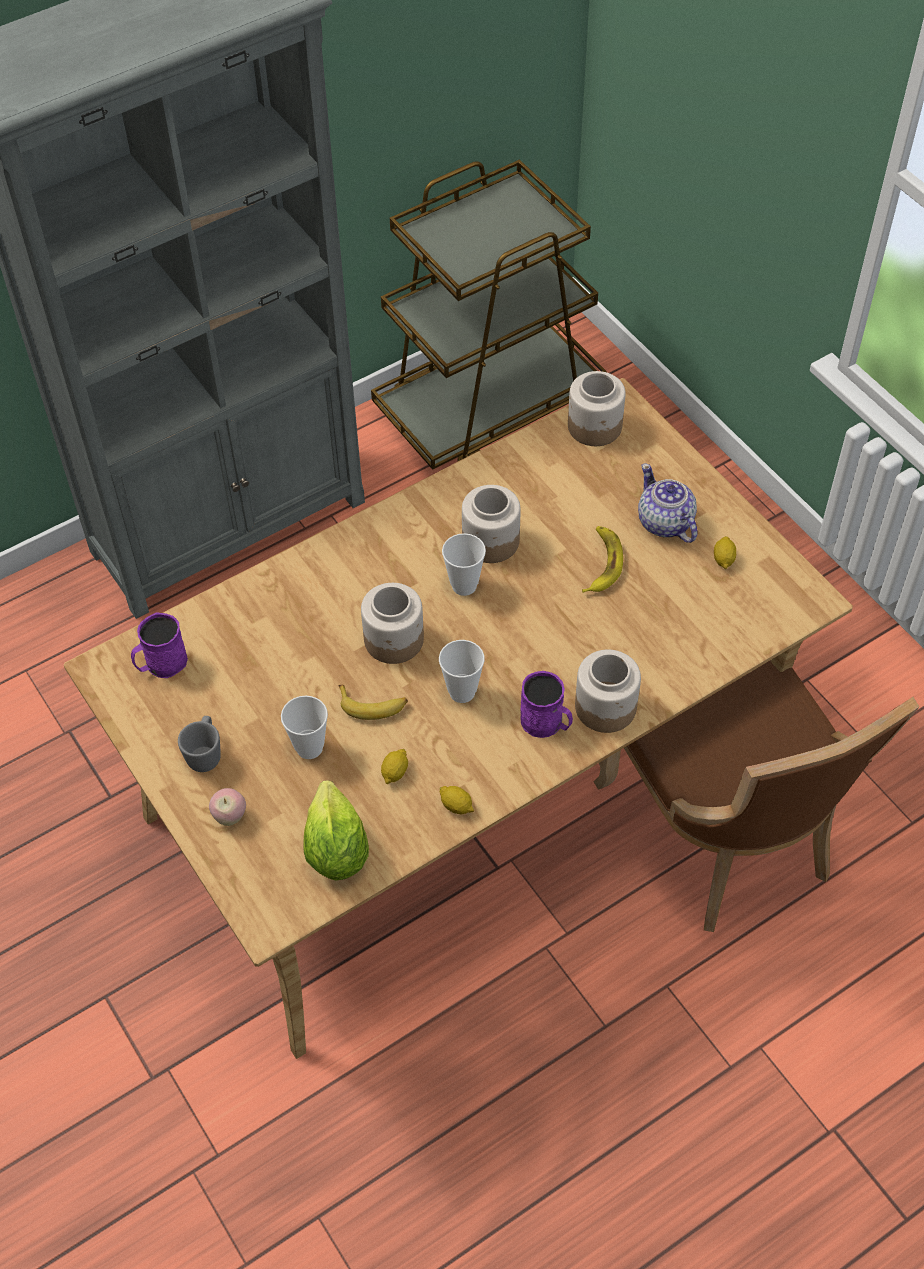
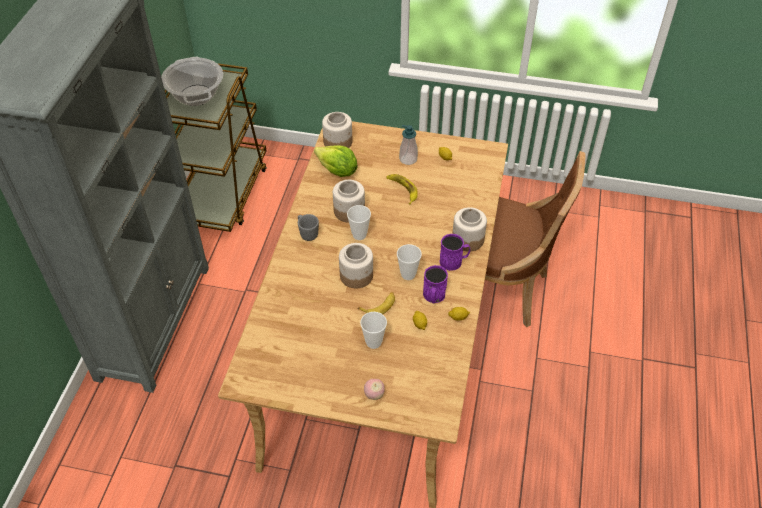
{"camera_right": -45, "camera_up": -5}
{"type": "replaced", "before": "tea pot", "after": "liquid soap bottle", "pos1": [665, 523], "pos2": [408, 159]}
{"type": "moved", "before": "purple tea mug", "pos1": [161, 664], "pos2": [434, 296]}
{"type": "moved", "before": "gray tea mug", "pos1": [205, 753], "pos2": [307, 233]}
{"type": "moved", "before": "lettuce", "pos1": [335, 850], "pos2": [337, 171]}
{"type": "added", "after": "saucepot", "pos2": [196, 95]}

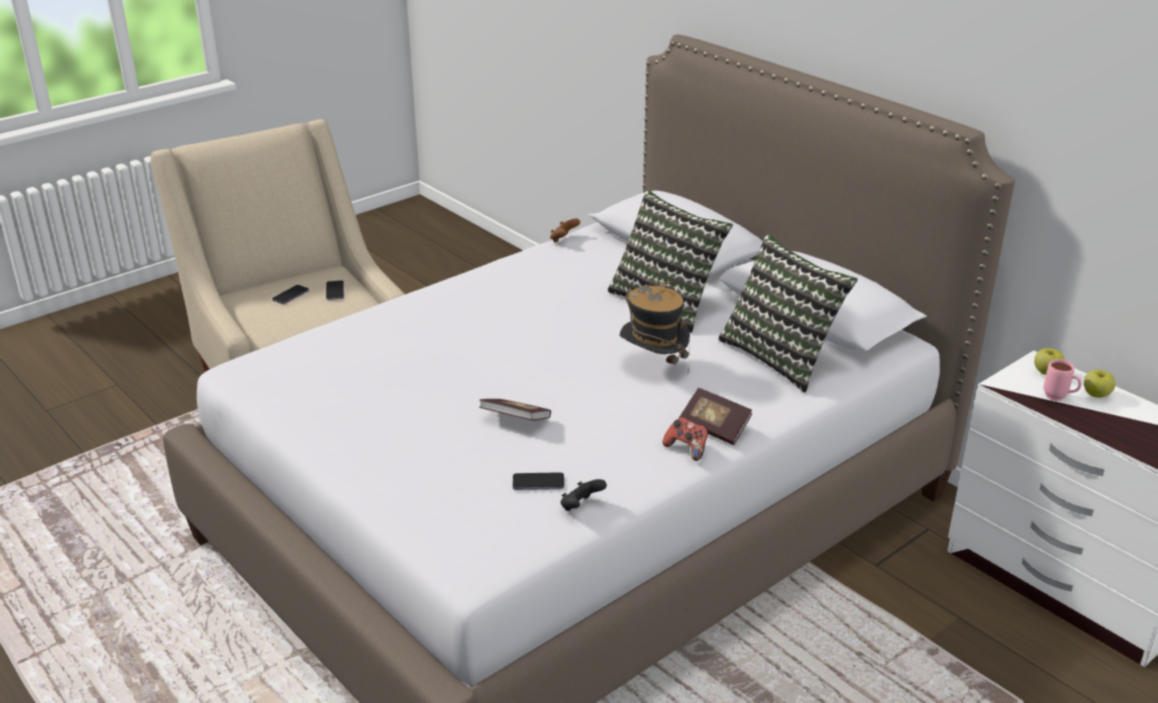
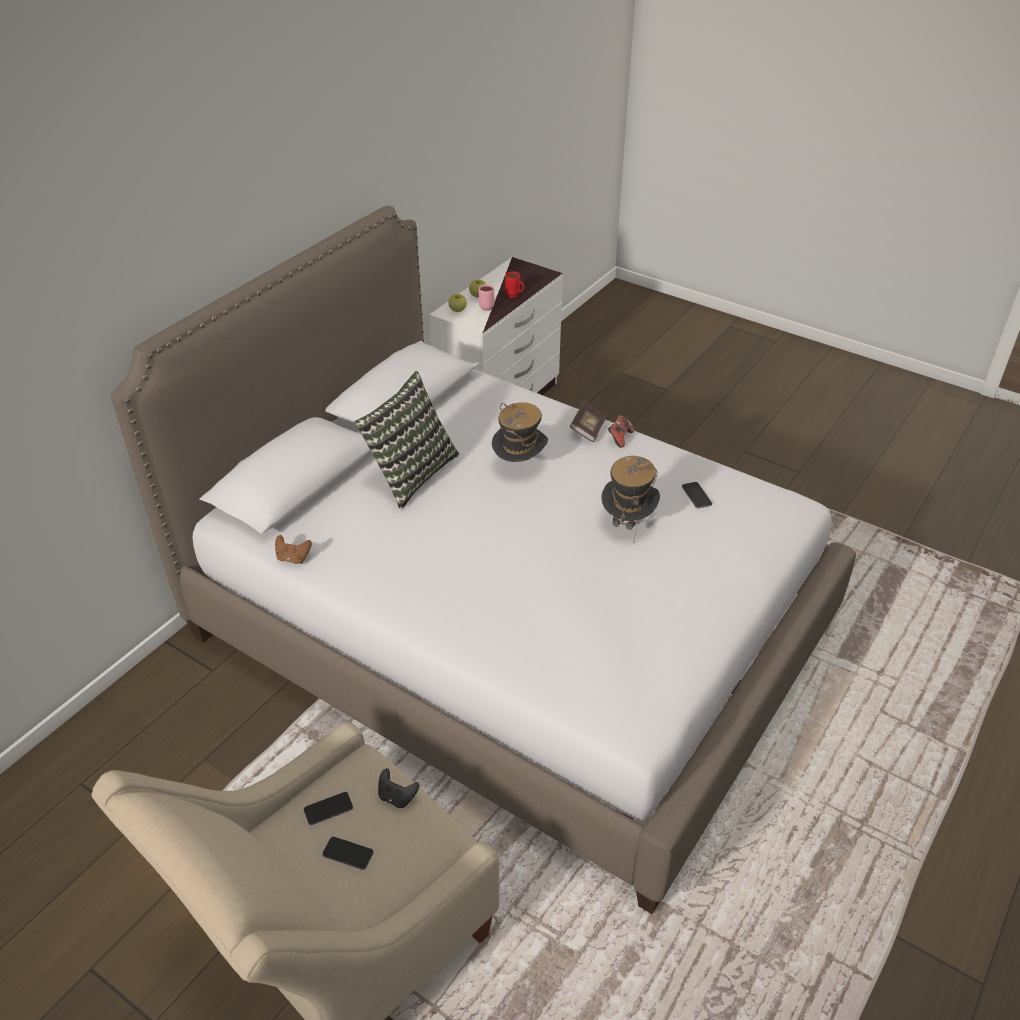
{"camera_right": -105, "camera_up": 10}
{"type": "removed", "before": "throw pillow", "pos1": [781, 356]}
{"type": "replaced", "before": "volume", "after": "clothing hat", "pos1": [515, 420], "pos2": [627, 523]}
{"type": "moved", "before": "black-coloured game controller", "pos1": [581, 507], "pos2": [397, 797]}
{"type": "added", "after": "reddish tea mug", "pos2": [515, 296]}

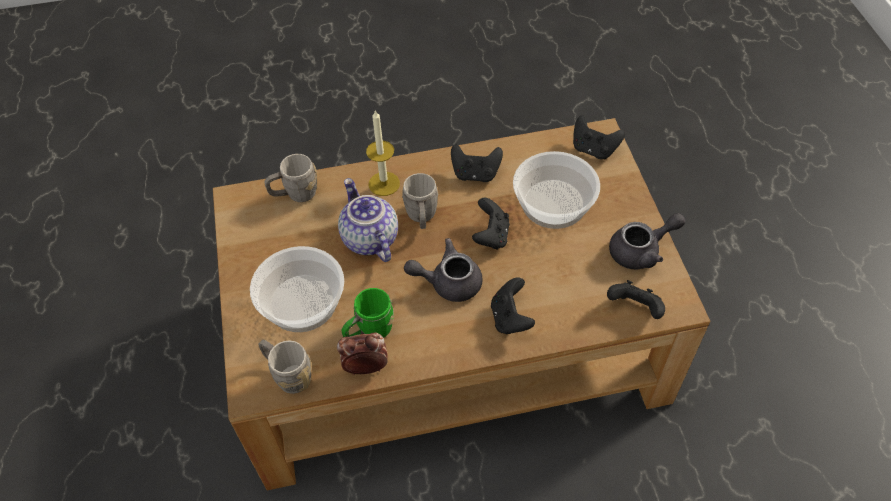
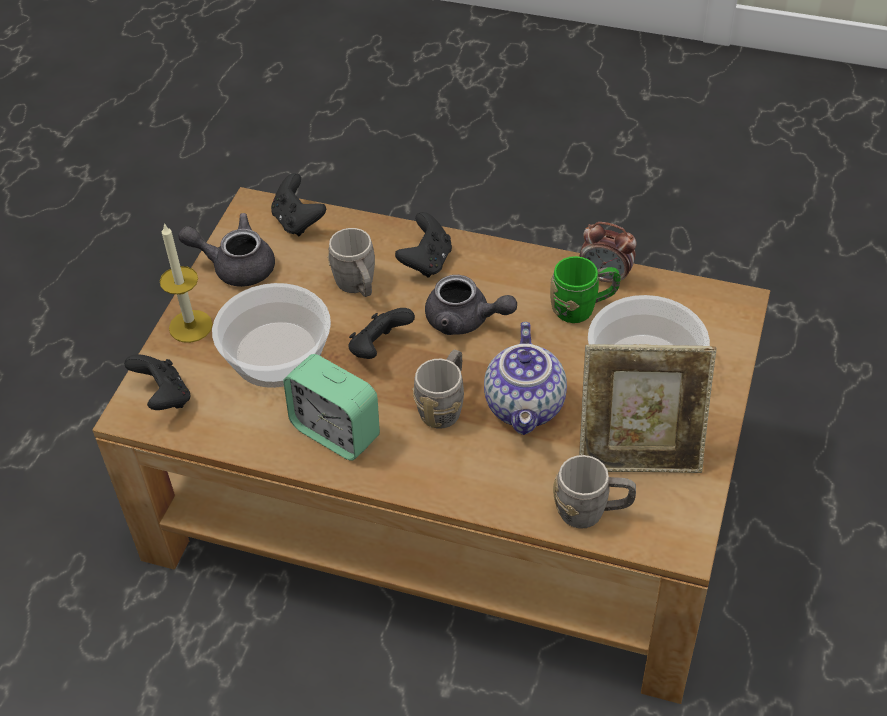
{"camera_right": -150, "camera_up": -5}
{"type": "moved", "before": "wax light", "pos1": [384, 184], "pos2": [190, 326]}
{"type": "replaced", "before": "black-coloured game controller", "after": "alarm clock", "pos1": [475, 174], "pos2": [336, 432]}
{"type": "moved", "before": "gray tea mug", "pos1": [288, 374], "pos2": [358, 287]}
{"type": "added", "after": "standing frame", "pos2": [639, 453]}

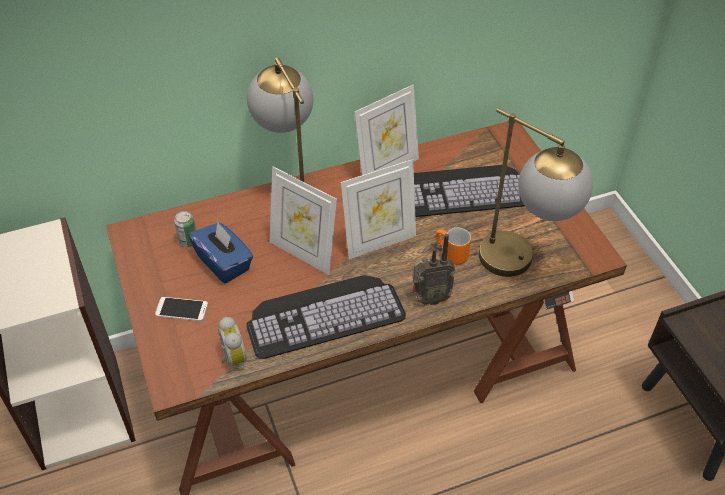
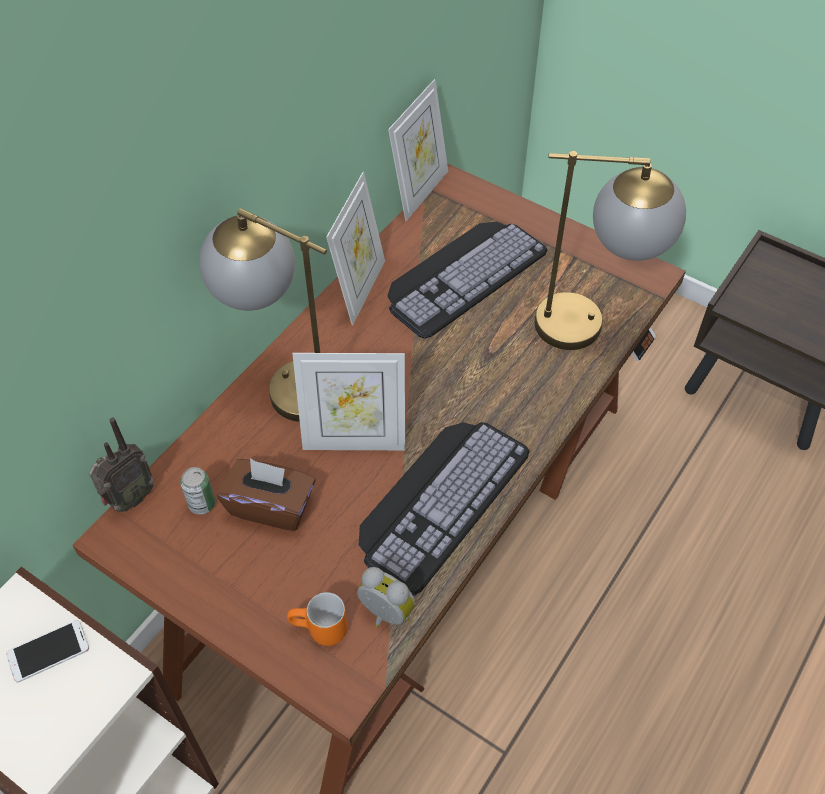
{"camera_right": -35, "camera_up": 5}
{"type": "moved", "before": "standing frame", "pos1": [379, 242], "pos2": [419, 192]}
{"type": "recoloured", "before": "blue-coloured tissue holder", "after": "brown tissue holder", "pos1": [224, 263], "pos2": [271, 506]}
{"type": "moved", "before": "orange tea mug", "pos1": [450, 255], "pos2": [319, 632]}
{"type": "moved", "before": "radio", "pos1": [429, 298], "pos2": [129, 499]}
{"type": "moved", "before": "handset", "pos1": [181, 309], "pos2": [48, 651]}

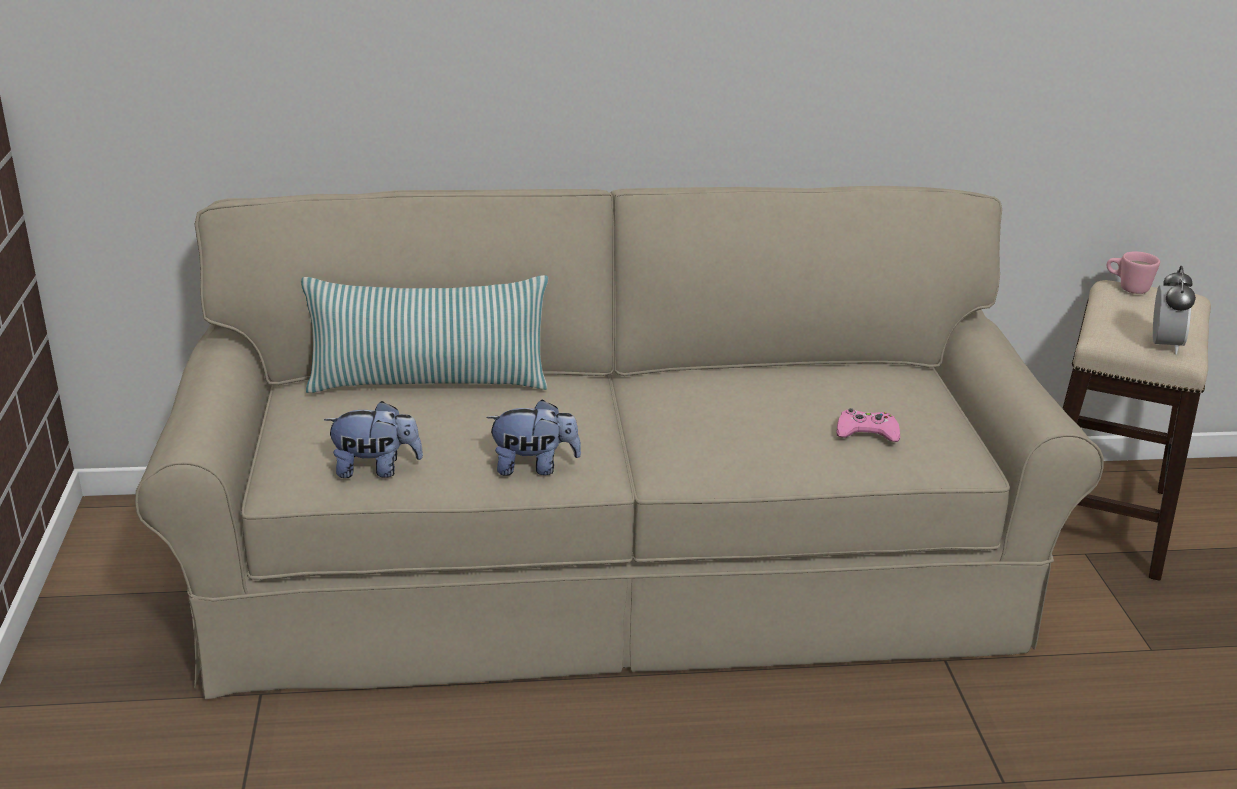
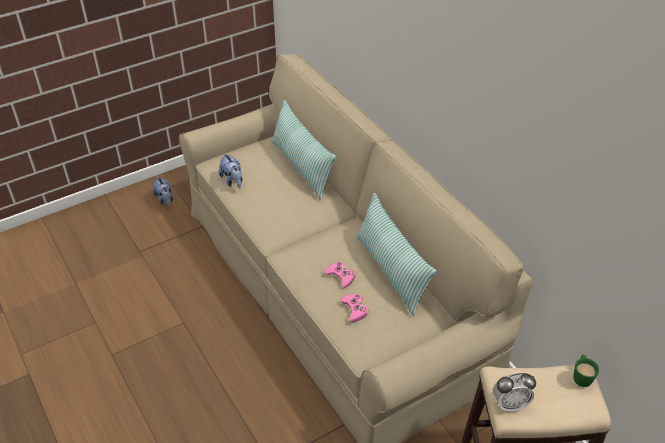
{"camera_right": 65, "camera_up": 15}
{"type": "recoloured", "before": "pinkish tea mug", "after": "green-coloured tea mug", "pos1": [1127, 288], "pos2": [581, 376]}
{"type": "moved", "before": "plush toy", "pos1": [534, 467], "pos2": [165, 200]}
{"type": "added", "after": "throw pillow", "pos2": [391, 271]}
{"type": "added", "after": "pinkish game controller", "pos2": [341, 276]}

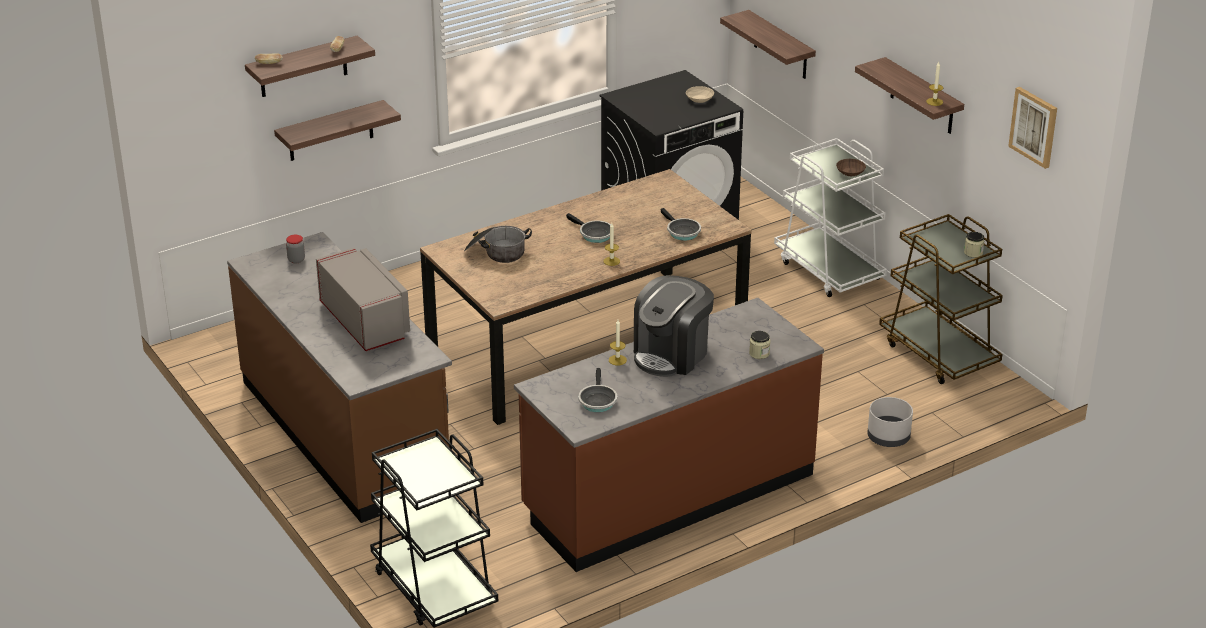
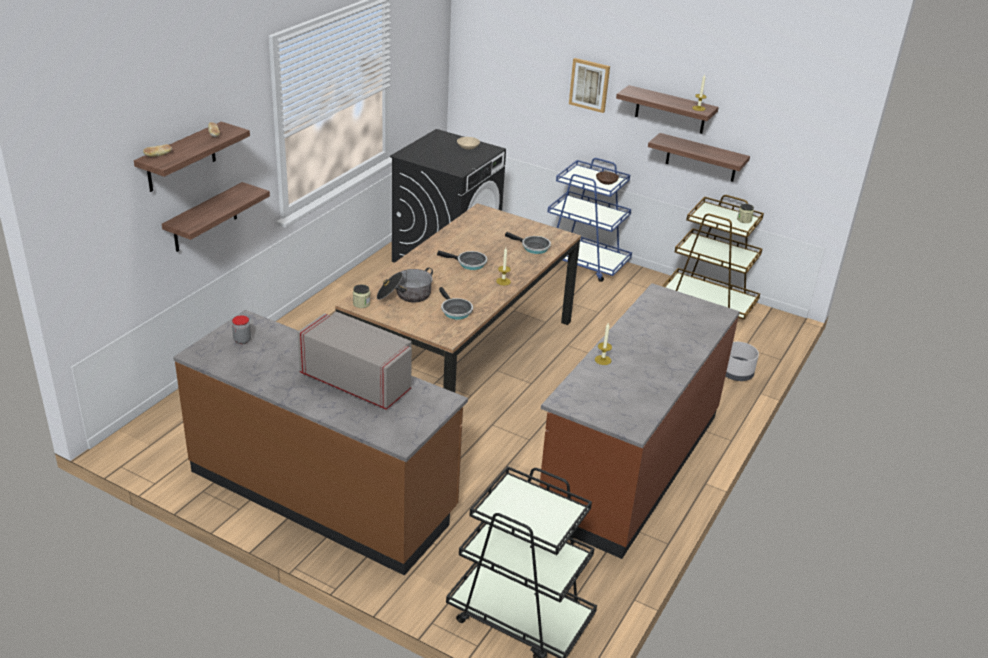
{"camera_right": -30, "camera_up": 0}
{"type": "moved", "before": "shelf", "pos1": [780, 46], "pos2": [701, 158]}
{"type": "moved", "before": "picture", "pos1": [1034, 127], "pos2": [589, 85]}
{"type": "recoloured", "before": "white-coloured wheeled cart", "after": "blue-coloured wheeled cart", "pos1": [829, 270], "pos2": [583, 263]}
{"type": "removed", "before": "coffee machine", "pos1": [671, 354]}
{"type": "moved", "before": "storage jar", "pos1": [759, 353], "pos2": [361, 304]}
{"type": "moved", "before": "skillet", "pos1": [597, 400], "pos2": [455, 311]}

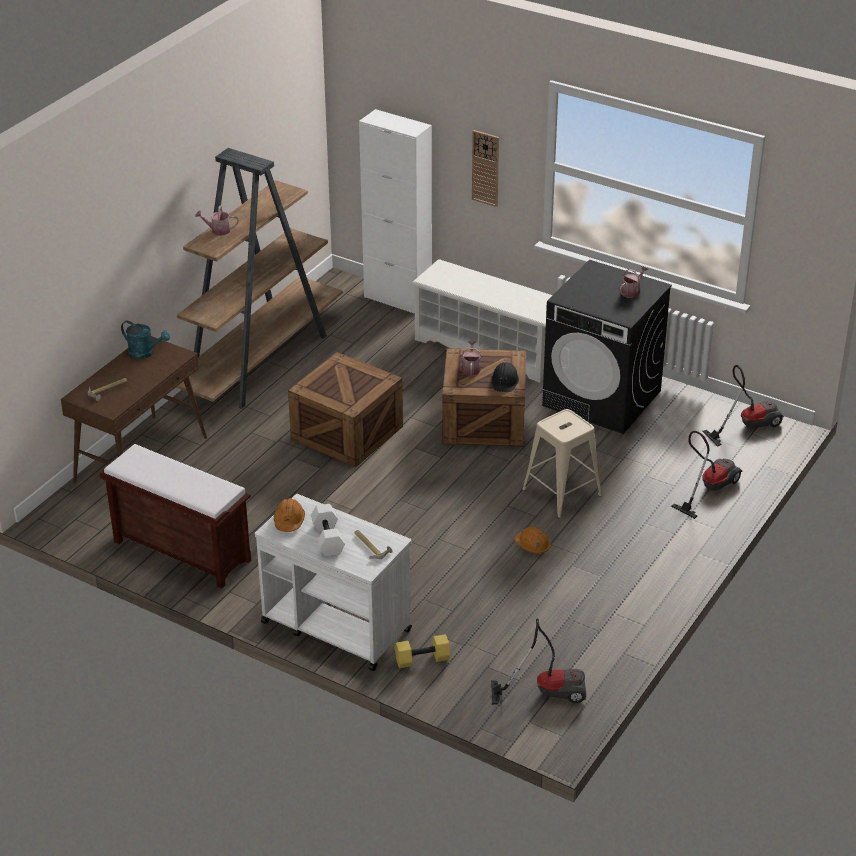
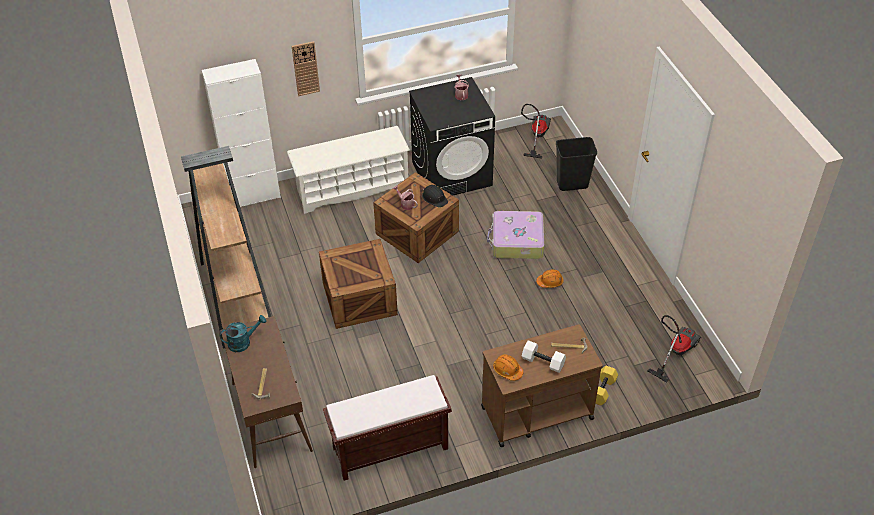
{"camera_right": -50, "camera_up": 10}
{"type": "removed", "before": "sprinkling can", "pos1": [218, 230]}
{"type": "replaced", "before": "beige stool seat", "after": "suitcase", "pos1": [561, 492], "pos2": [516, 241]}
{"type": "replaced", "before": "hoover", "after": "black-coloured waste bin", "pos1": [708, 488], "pos2": [572, 183]}
{"type": "recoloured", "before": "white-coloured wheeled cart", "after": "brown wheeled cart", "pos1": [335, 625], "pos2": [536, 413]}

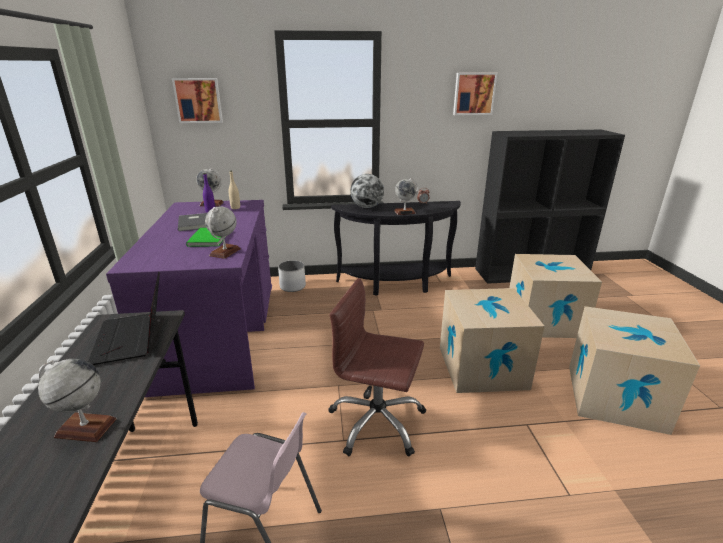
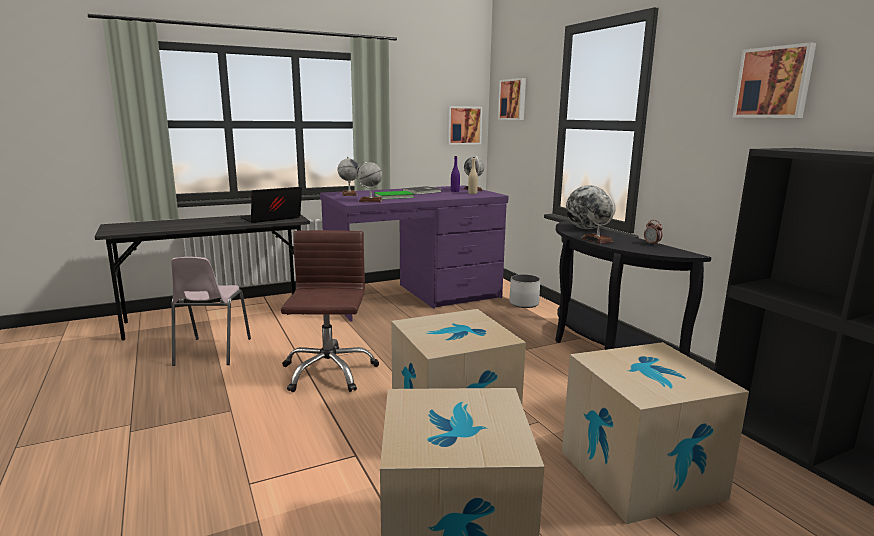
{"camera_right": 70, "camera_up": -10}
{"type": "moved", "before": "world globe", "pos1": [85, 428], "pos2": [349, 194]}
{"type": "added", "after": "picture", "pos2": [463, 125]}

